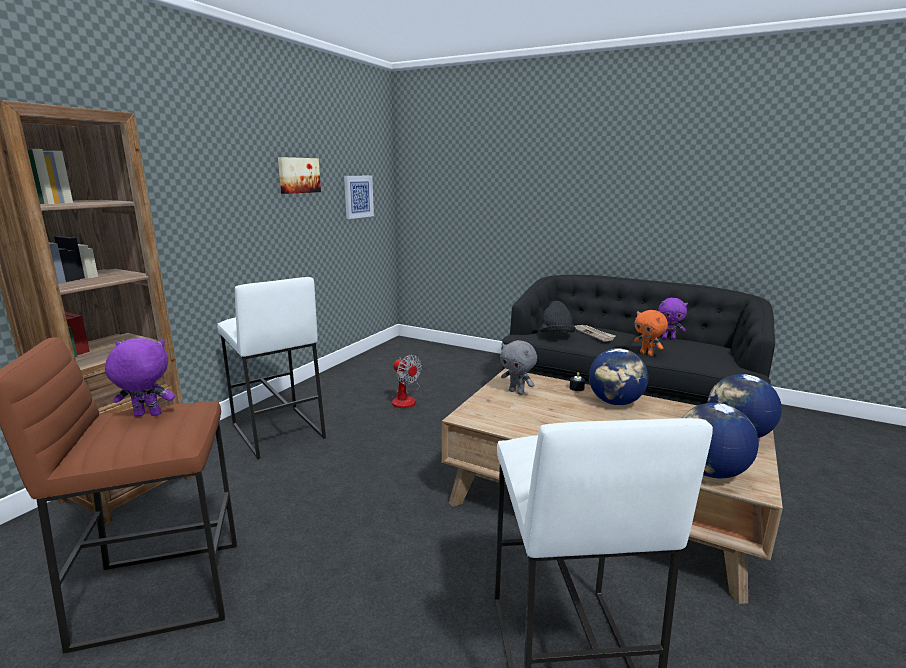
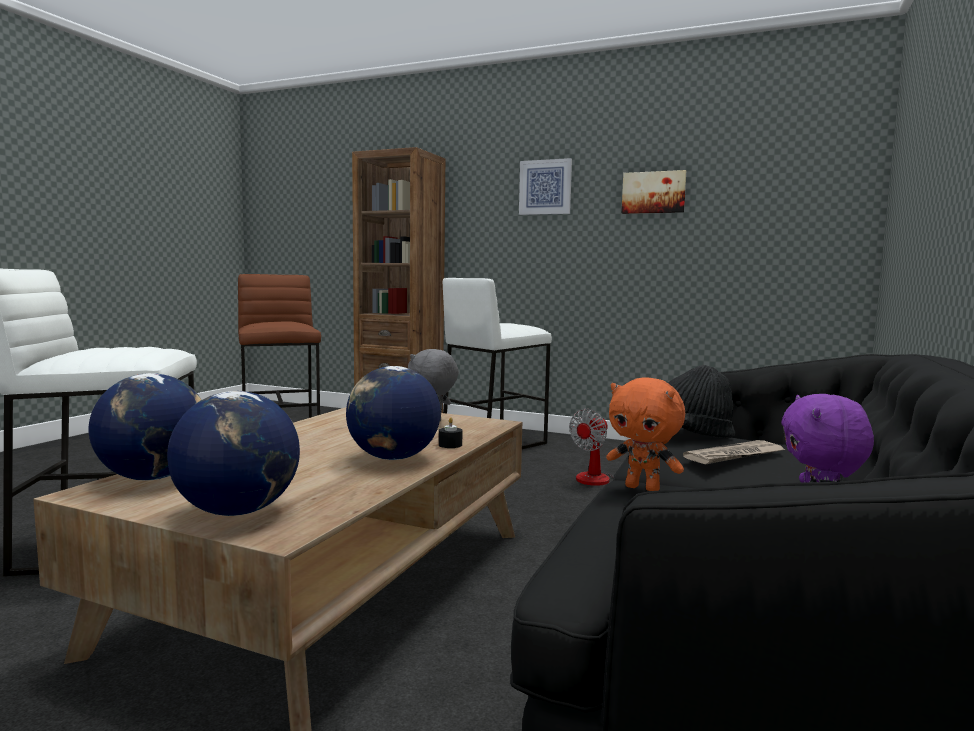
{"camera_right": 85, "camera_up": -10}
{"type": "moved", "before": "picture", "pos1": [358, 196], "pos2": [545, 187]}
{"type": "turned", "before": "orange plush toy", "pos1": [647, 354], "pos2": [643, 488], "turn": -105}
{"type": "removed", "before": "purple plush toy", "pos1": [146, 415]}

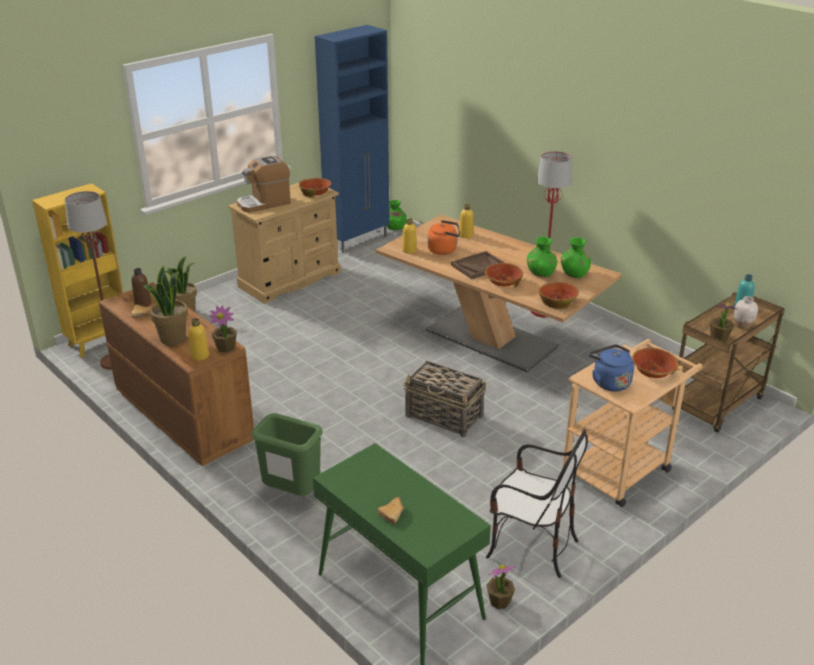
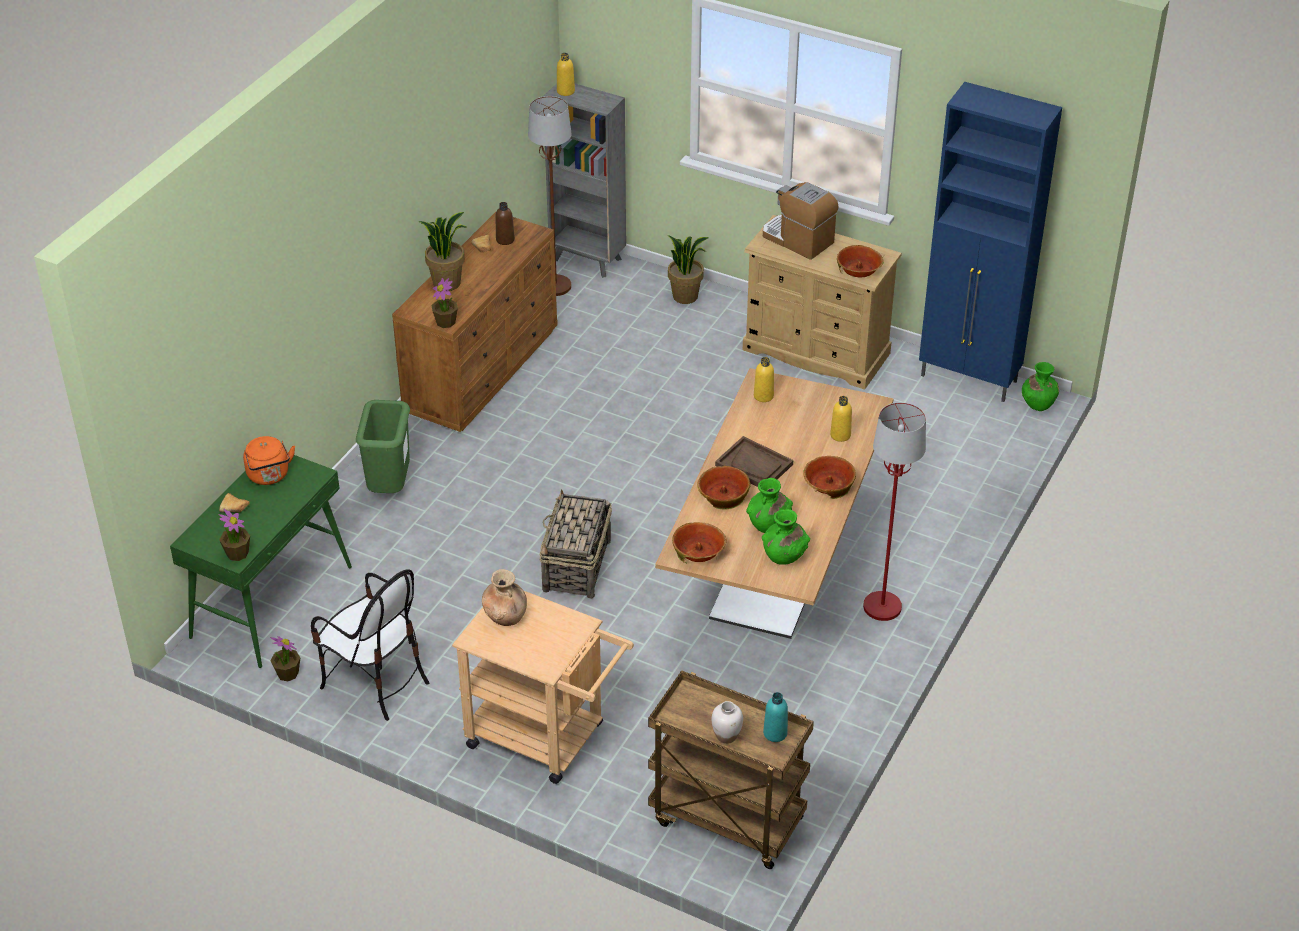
{"camera_right": 70, "camera_up": 10}
{"type": "recoloured", "before": "yellow-coloured bookshelf", "after": "gray bookshelf", "pos1": [99, 342], "pos2": [588, 260]}
{"type": "moved", "before": "orange tea kettle", "pos1": [444, 250], "pos2": [269, 476]}
{"type": "moved", "before": "potted plant", "pos1": [719, 338], "pos2": [237, 553]}
{"type": "moved", "before": "yellow-coloured bottle", "pos1": [200, 356], "pos2": [565, 91]}
{"type": "replaced", "before": "blue-coloured tea kettle", "after": "brown vase", "pos1": [609, 382], "pos2": [505, 616]}
{"type": "moved", "before": "bowl", "pos1": [653, 371], "pos2": [828, 484]}
{"type": "turned", "before": "upright chair", "pos1": [531, 547], "pos2": [375, 683], "turn": -60}

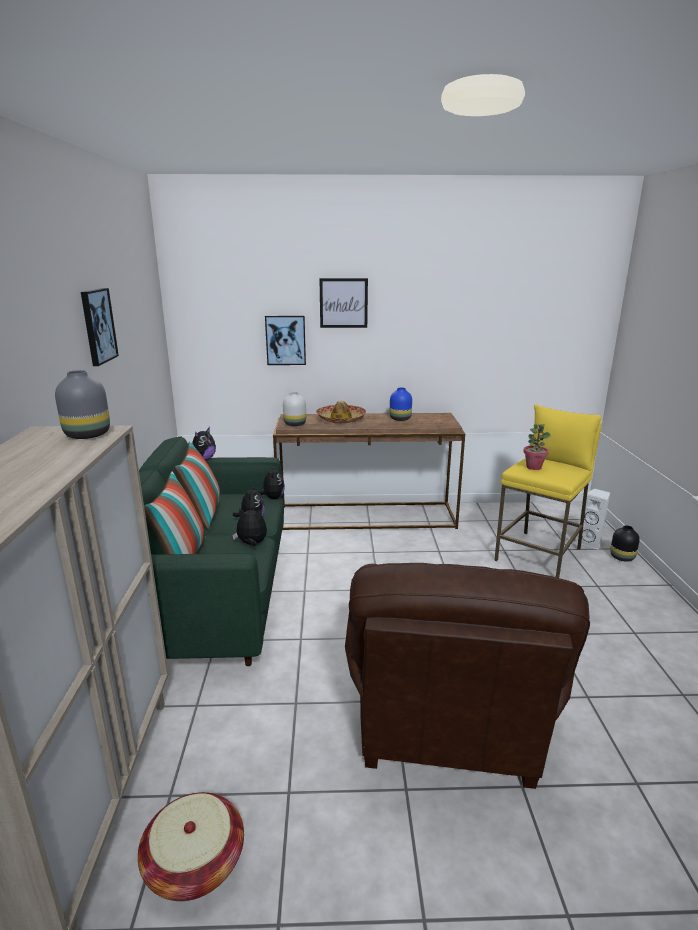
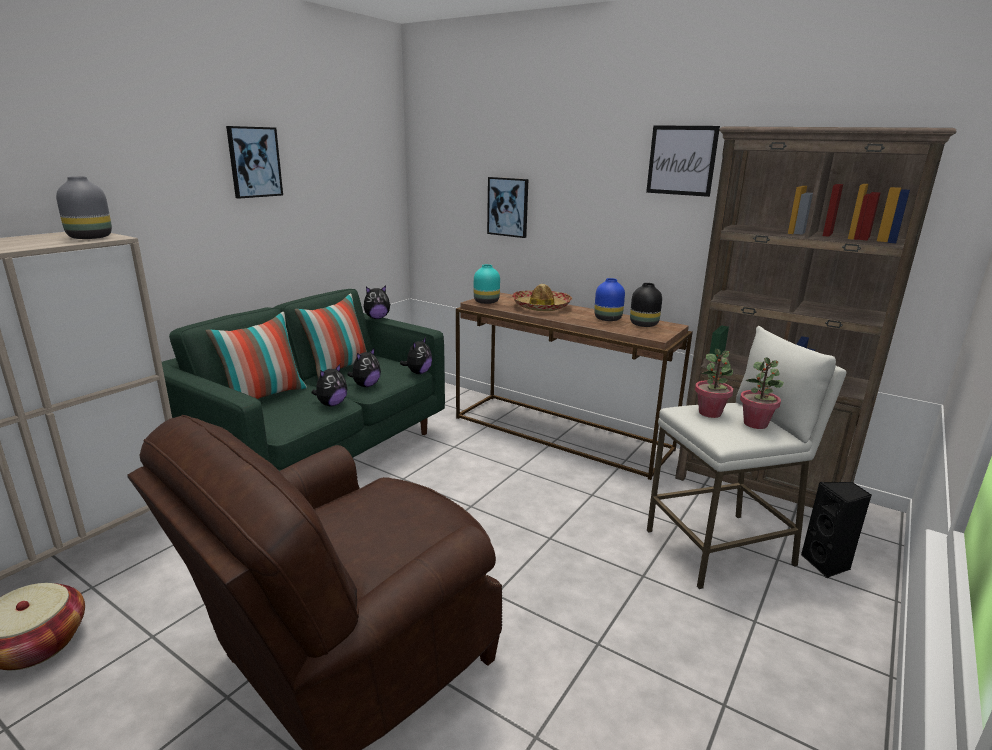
{"camera_right": 35, "camera_up": 0}
{"type": "moved", "before": "picture", "pos1": [343, 303], "pos2": [681, 160]}
{"type": "recoloured", "before": "white-coloured vase", "after": "turquoise vase", "pos1": [294, 424], "pos2": [485, 302]}
{"type": "recoloured", "before": "yellow-coloured stool seat", "after": "white-coloured stool seat", "pos1": [539, 554], "pos2": [720, 548]}
{"type": "recoloured", "before": "white-coloured loudspeaker", "after": "black-coloured loudspeaker", "pos1": [590, 542], "pos2": [827, 564]}
{"type": "turned", "before": "plush toy", "pos1": [252, 544], "pos2": [331, 404], "turn": 90}
{"type": "moved", "before": "black-coloured vase", "pos1": [622, 557], "pos2": [644, 325]}
{"type": "added", "after": "brown bookshelf", "pos2": [760, 489]}
{"type": "added", "after": "potted plant", "pos2": [755, 424]}

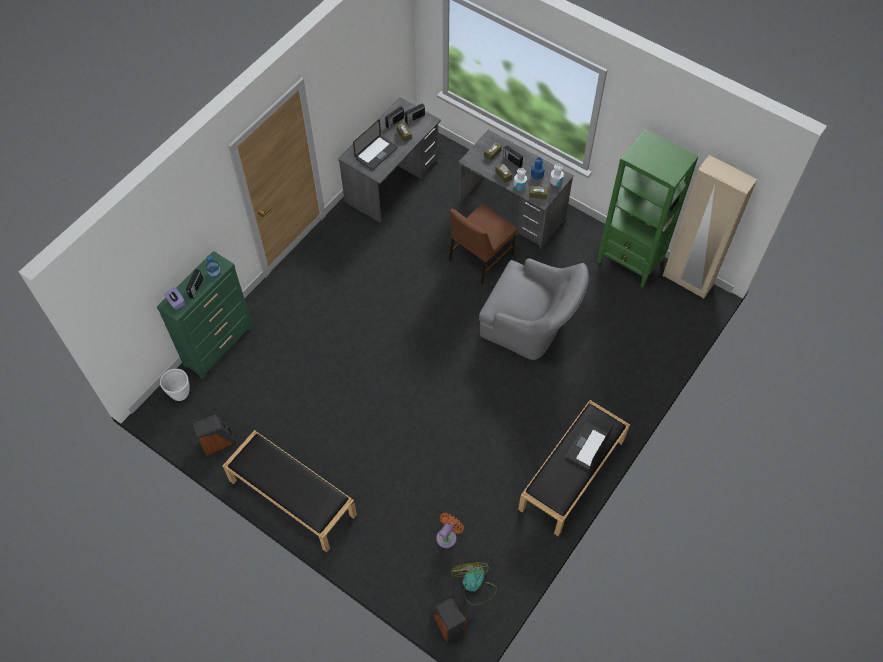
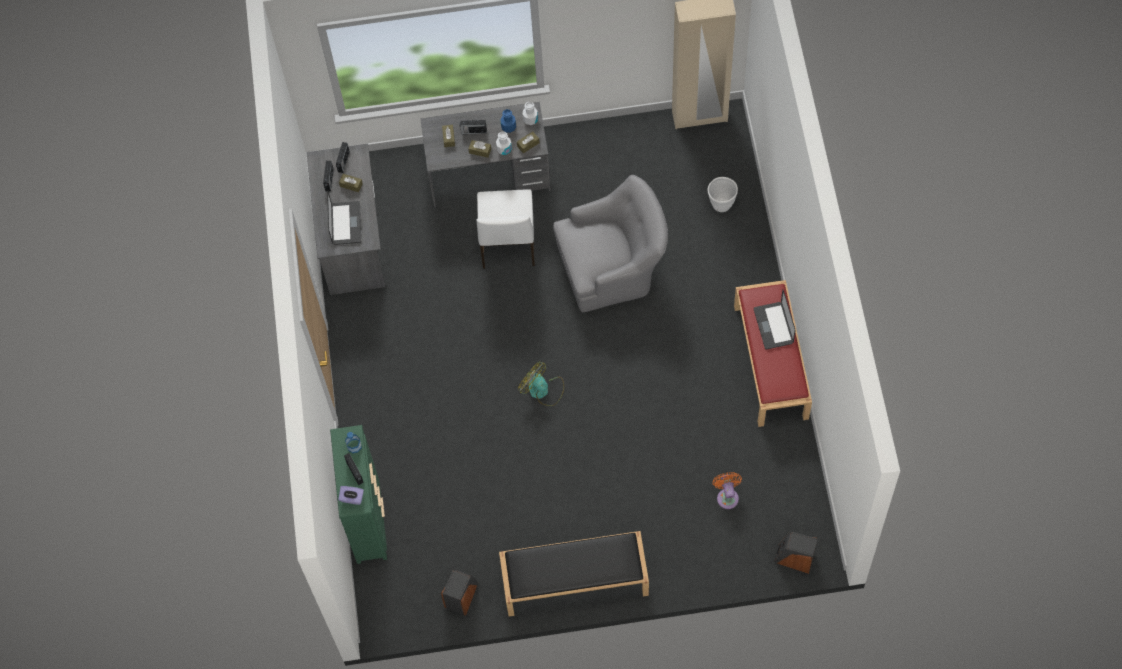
{"camera_right": -40, "camera_up": 5}
{"type": "removed", "before": "green-coloured bookshelf", "pos1": [630, 262]}
{"type": "recoloured", "before": "brown upright chair", "after": "white-coloured upright chair", "pos1": [480, 257], "pos2": [507, 243]}
{"type": "moved", "before": "white-coloured flower pot", "pos1": [180, 394], "pos2": [721, 205]}
{"type": "recoloured", "before": "black-coloured bench", "after": "reddish bench", "pos1": [572, 475], "pos2": [771, 362]}
{"type": "moved", "before": "fan", "pos1": [474, 585], "pos2": [543, 390]}

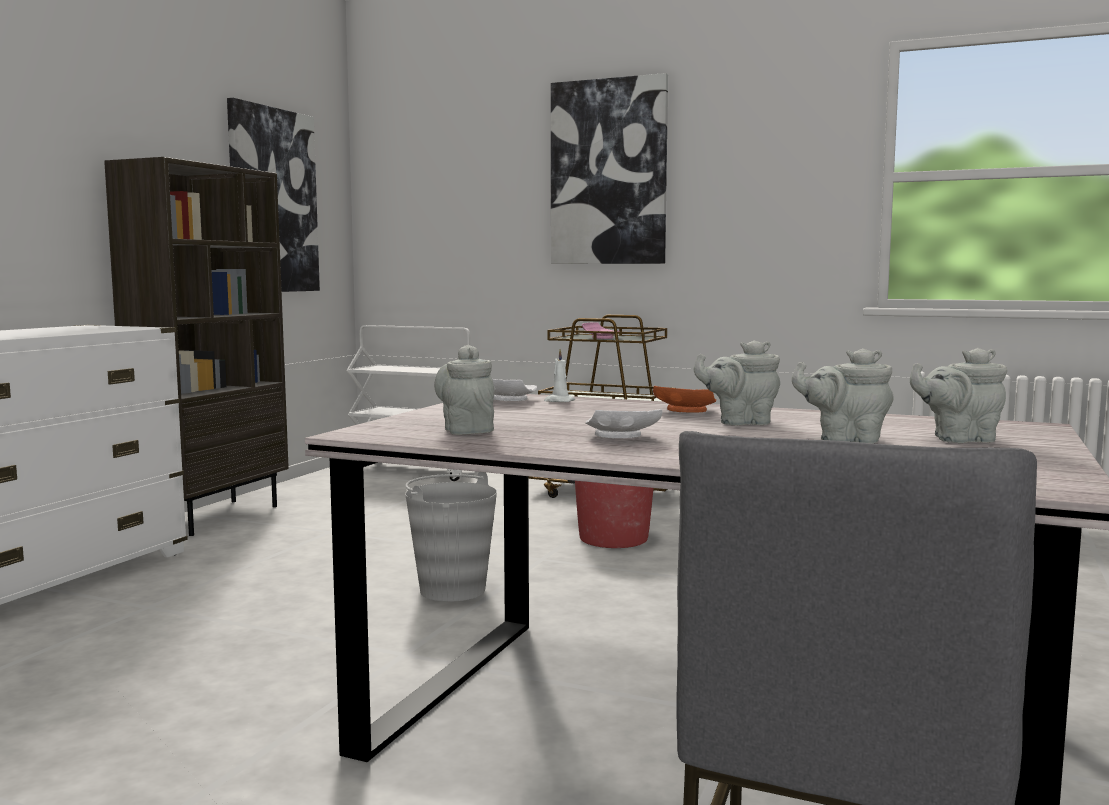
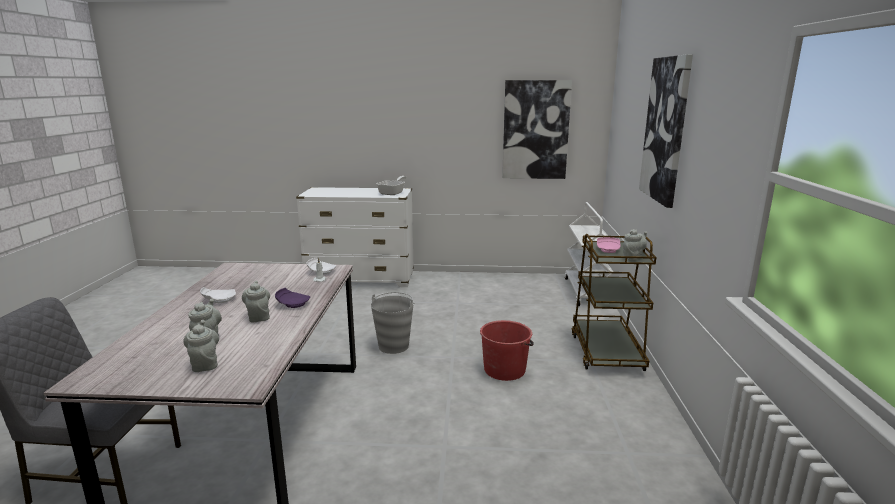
{"camera_right": 70, "camera_up": 10}
{"type": "removed", "before": "brown bookshelf", "pos1": [213, 517]}
{"type": "moved", "before": "gray tea pot", "pos1": [467, 430], "pos2": [633, 257]}
{"type": "recoloured", "before": "orange plate", "after": "purple plate", "pos1": [685, 411], "pos2": [292, 304]}
{"type": "added", "after": "skillet", "pos2": [393, 193]}

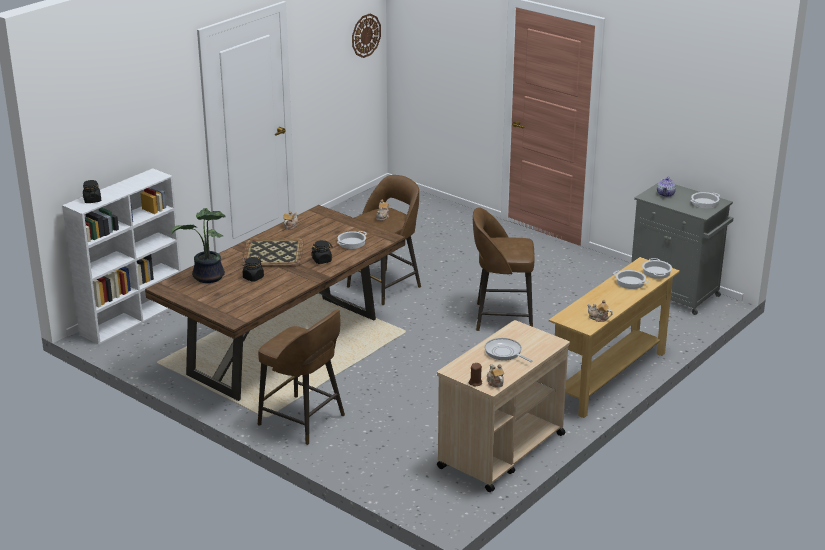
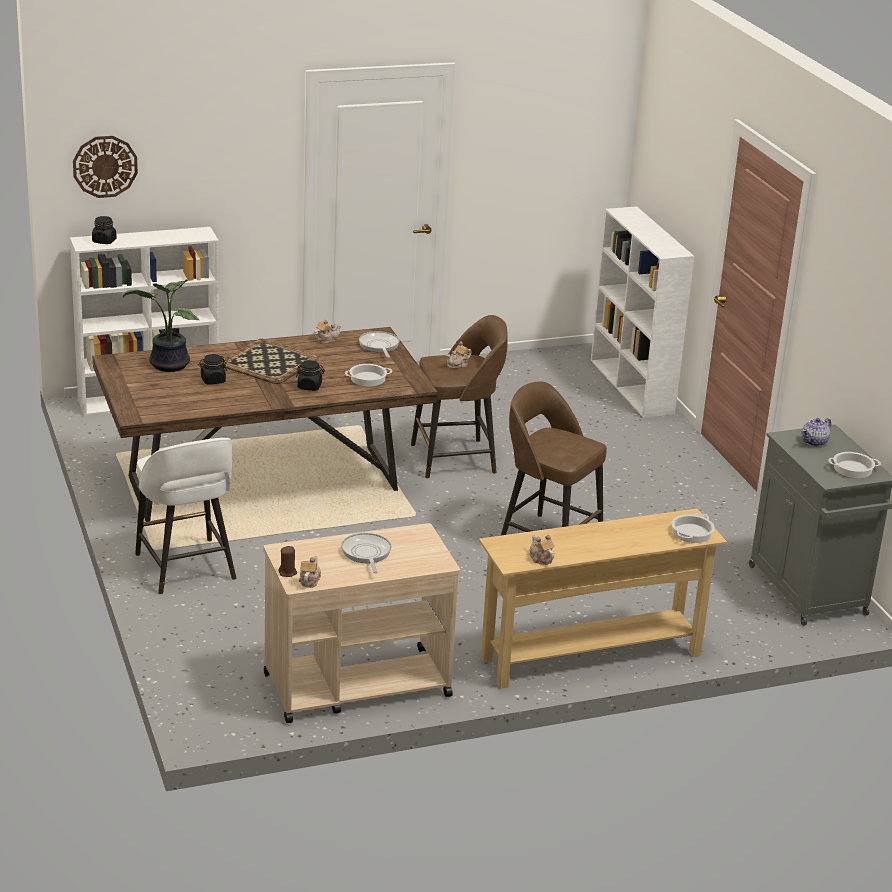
{"camera_right": 30, "camera_up": 0}
{"type": "moved", "before": "wall clock", "pos1": [365, 35], "pos2": [105, 166]}
{"type": "removed", "before": "saucepot", "pos1": [630, 282]}
{"type": "recoloured", "before": "brown stool seat", "after": "white-coloured stool seat", "pos1": [303, 421], "pos2": [186, 568]}
{"type": "added", "after": "white-coloured bookshelf", "pos2": [632, 387]}
{"type": "added", "after": "skillet", "pos2": [379, 346]}

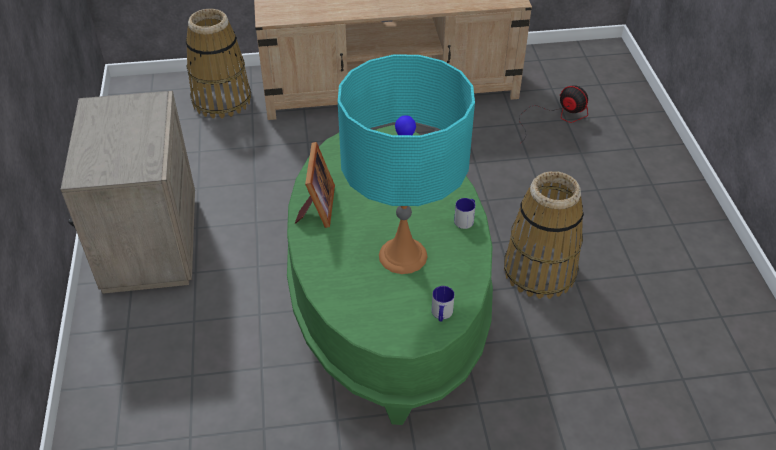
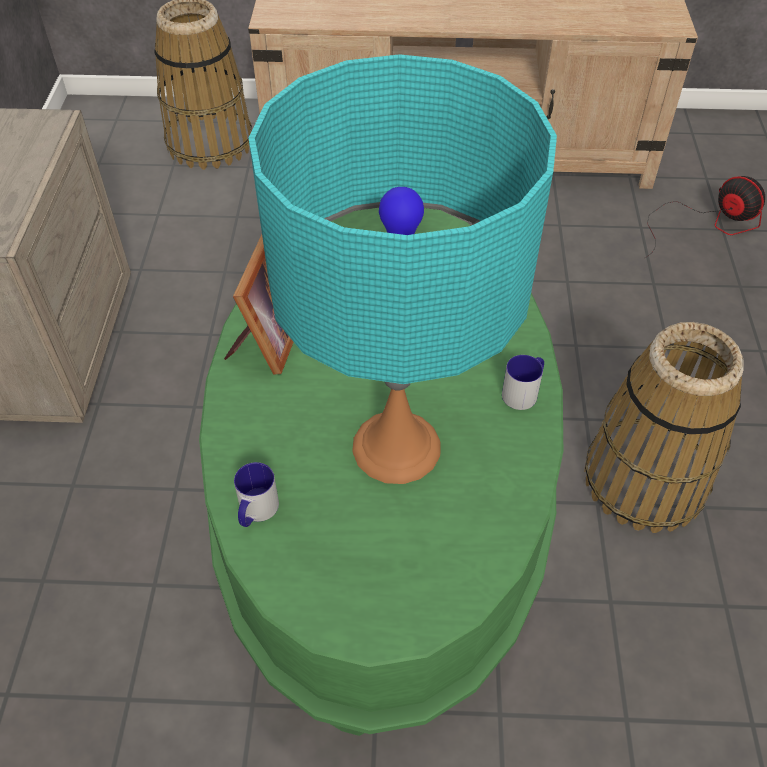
{"camera_right": 10, "camera_up": 5}
{"type": "moved", "before": "tea mug", "pos1": [441, 314], "pos2": [256, 511]}

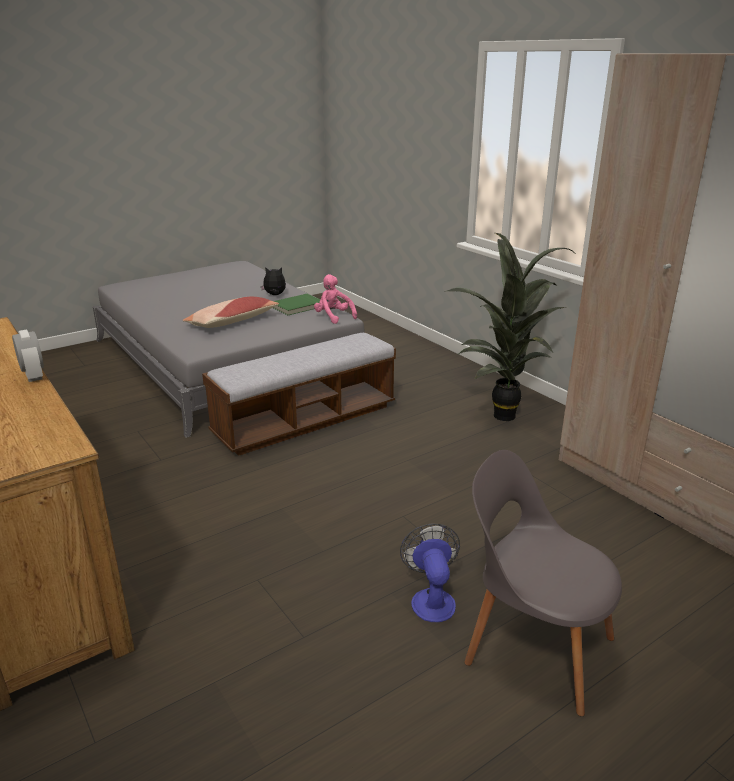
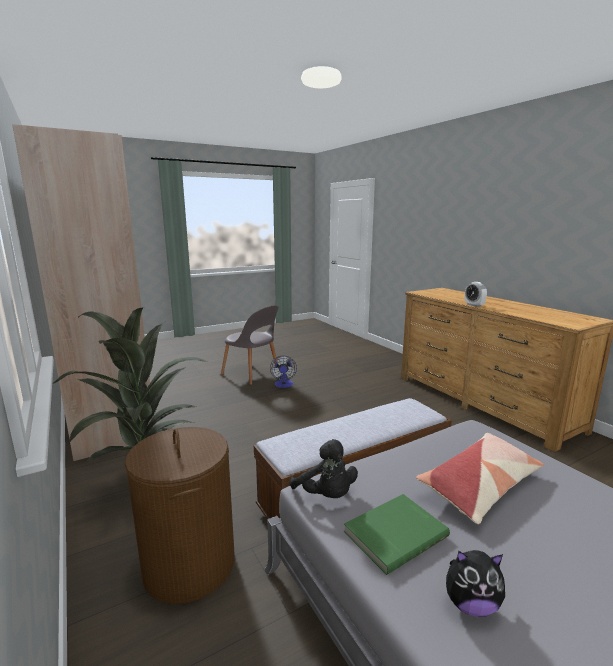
{"camera_right": -175, "camera_up": -10}
{"type": "recoloured", "before": "pinkish plush toy", "after": "black-coloured plush toy", "pos1": [333, 317], "pos2": [326, 495]}
{"type": "added", "after": "brown laundry basket", "pos2": [189, 565]}

